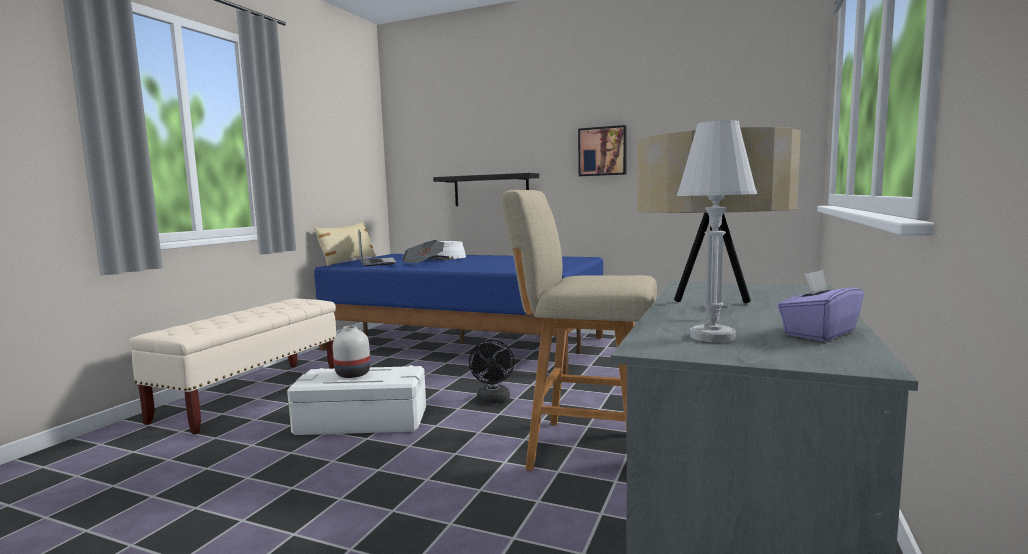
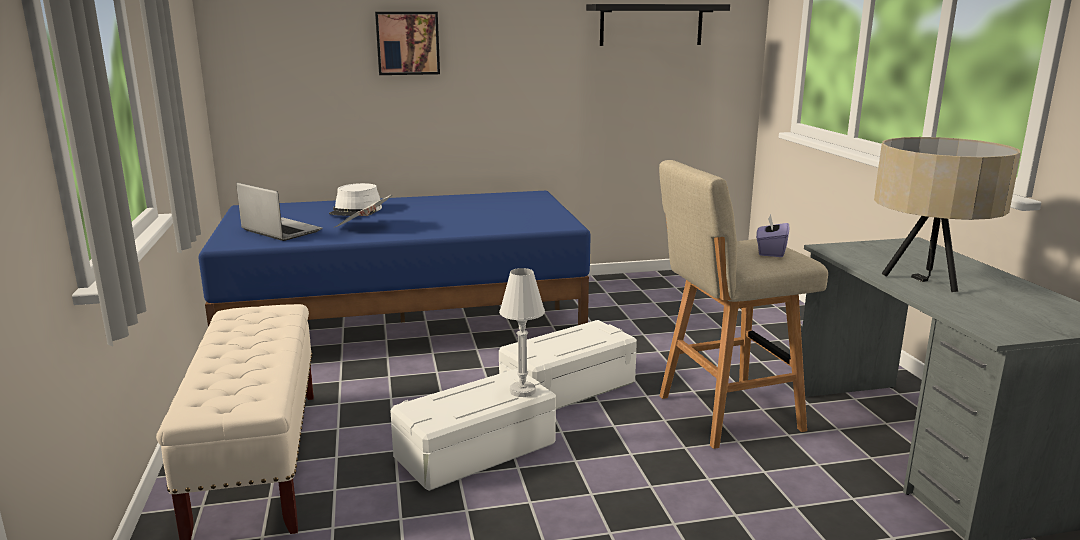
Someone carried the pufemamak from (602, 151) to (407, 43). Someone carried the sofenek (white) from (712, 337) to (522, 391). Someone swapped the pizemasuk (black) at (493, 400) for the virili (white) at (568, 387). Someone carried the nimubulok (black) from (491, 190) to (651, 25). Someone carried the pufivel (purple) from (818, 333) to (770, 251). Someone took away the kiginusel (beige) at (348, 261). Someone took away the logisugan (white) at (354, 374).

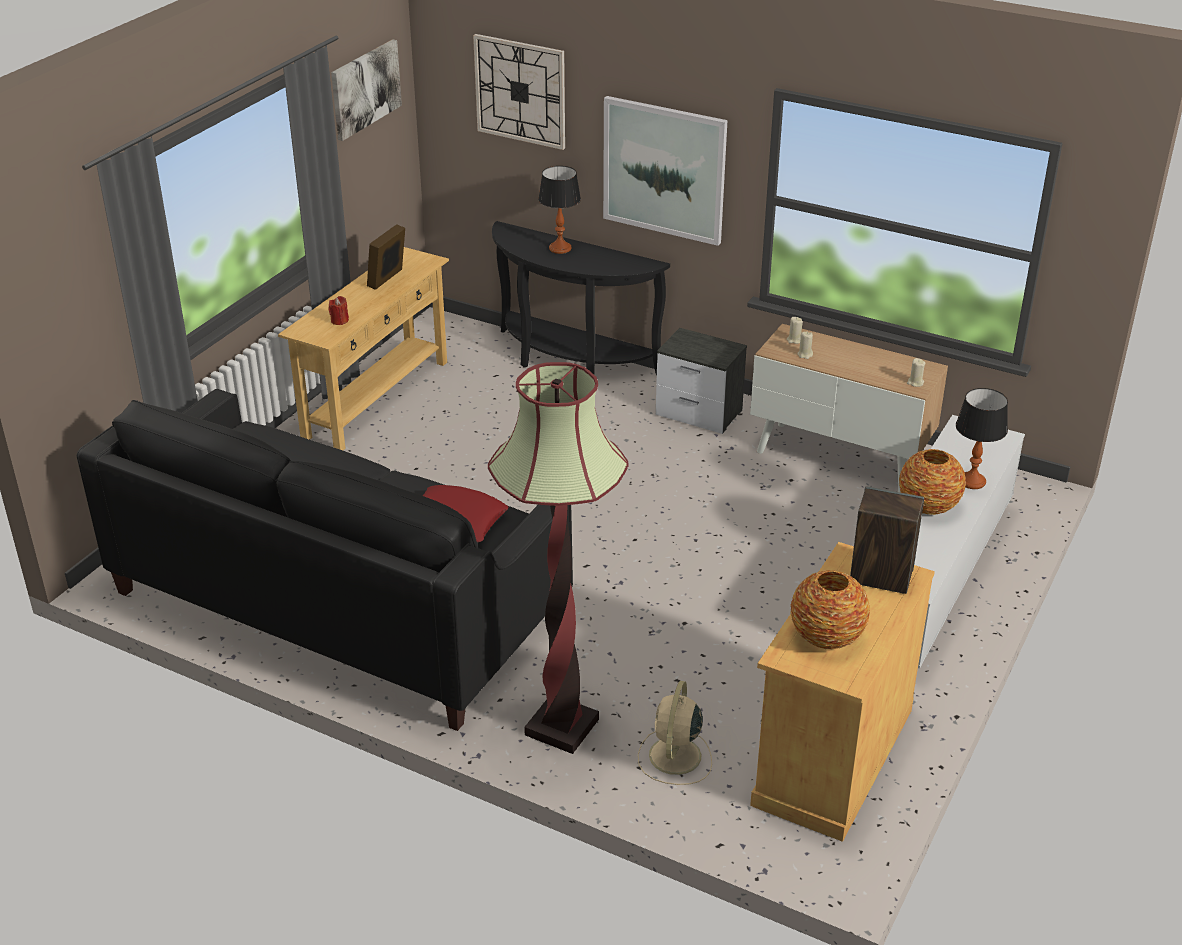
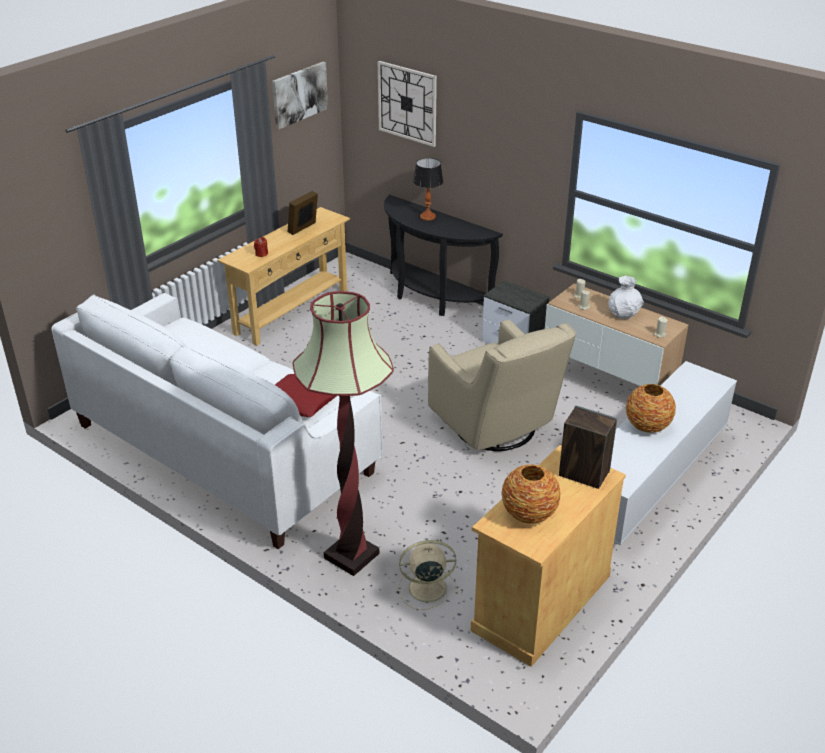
Someone repainted the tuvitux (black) at (340, 602), which became the tuvitux (white) at (225, 449). Someone rotated the pizemasuk (beige) at (674, 757) by 60 degrees clockwise. Someone put down the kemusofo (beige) at (496, 428). Someone put down the logisugan (white) at (623, 314). Someone took away the pufemamak at (664, 170). Someone took away the sofenek at (972, 481).

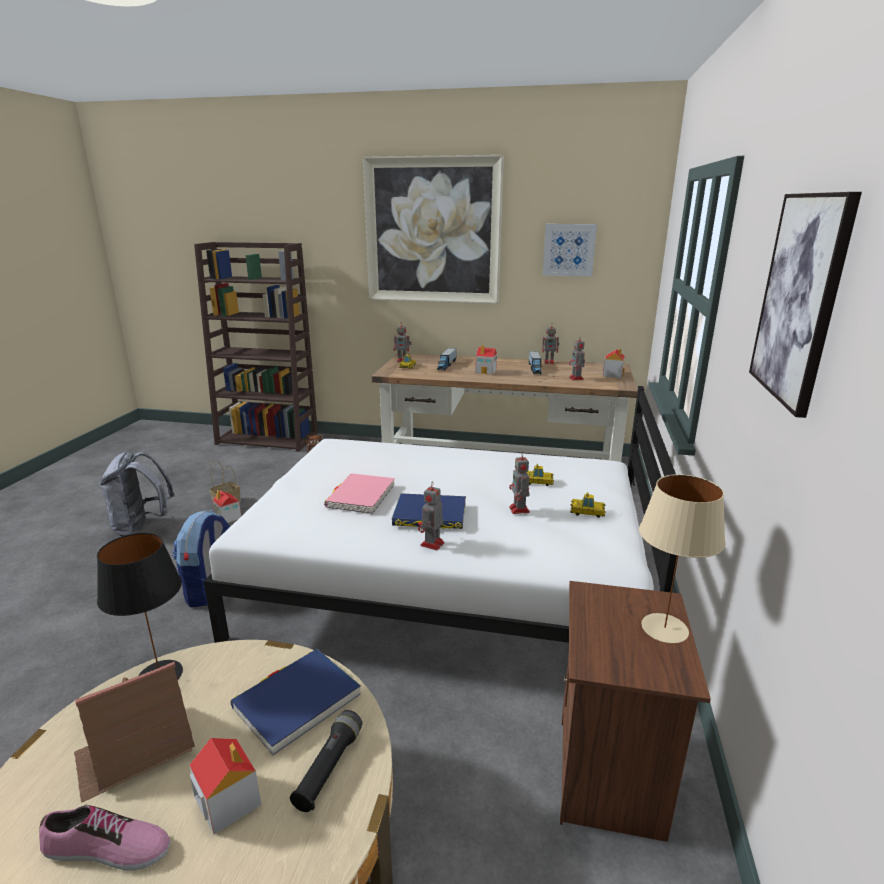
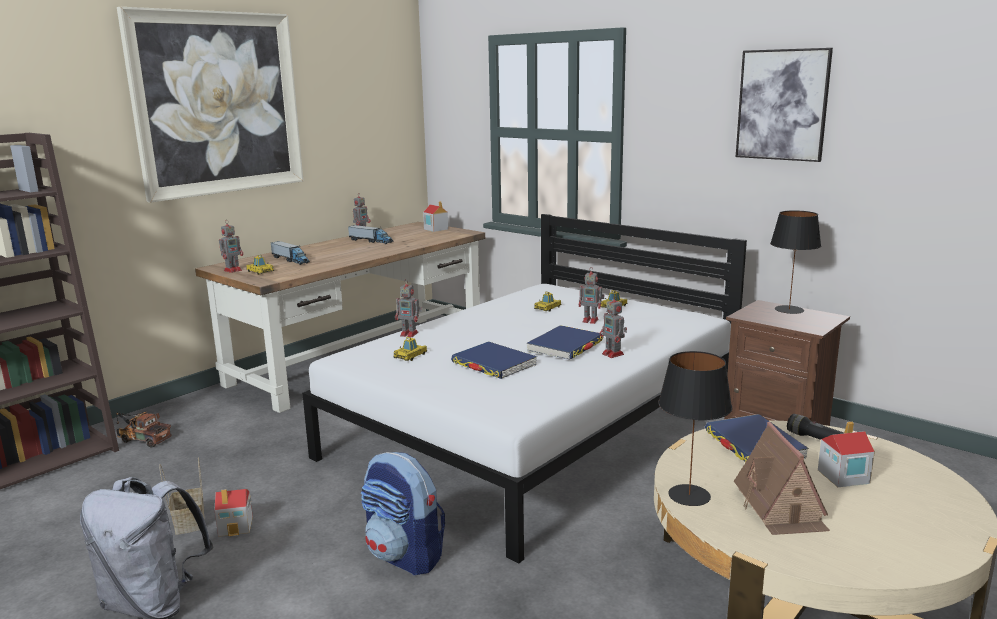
Someone put down the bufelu at (410, 356). Someone carried the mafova from (576, 378) to (410, 334). Someone repainted the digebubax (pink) at (361, 496), which became the digebubax (blue) at (493, 364). Someone repainted the sofenek (beige) at (664, 628), which became the sofenek (black) at (789, 310). Someone took away the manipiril at (107, 850). Someone took away the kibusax at (486, 371). Someone took away the pufemamak at (569, 250).

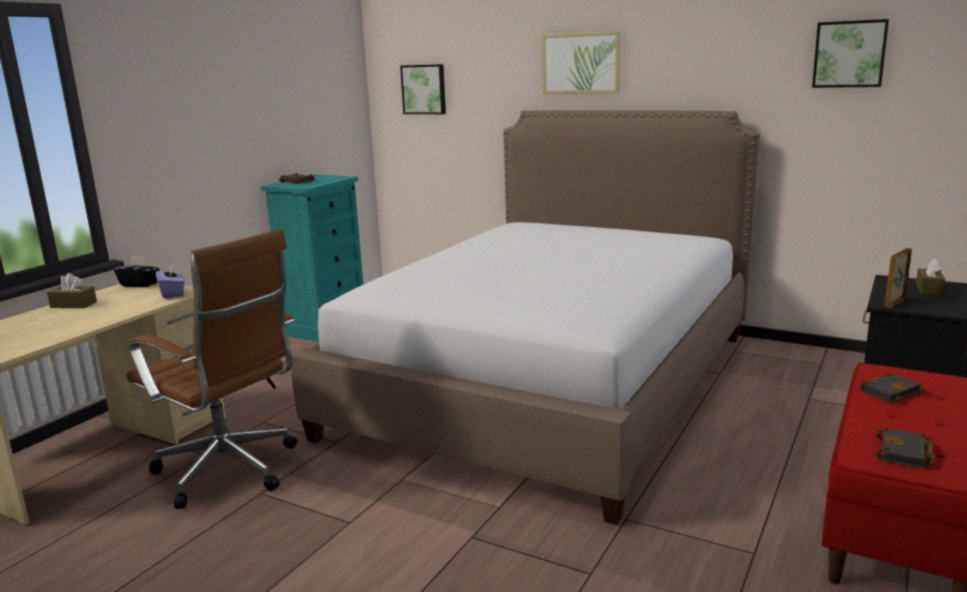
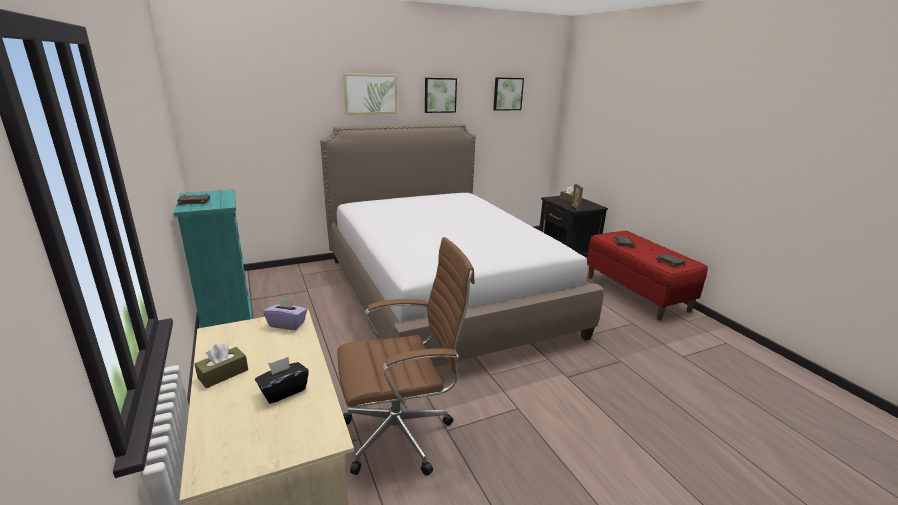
Someone carried the pufivel (black) from (139, 284) to (283, 391). Someone carried the pufemamak from (424, 89) to (440, 95).

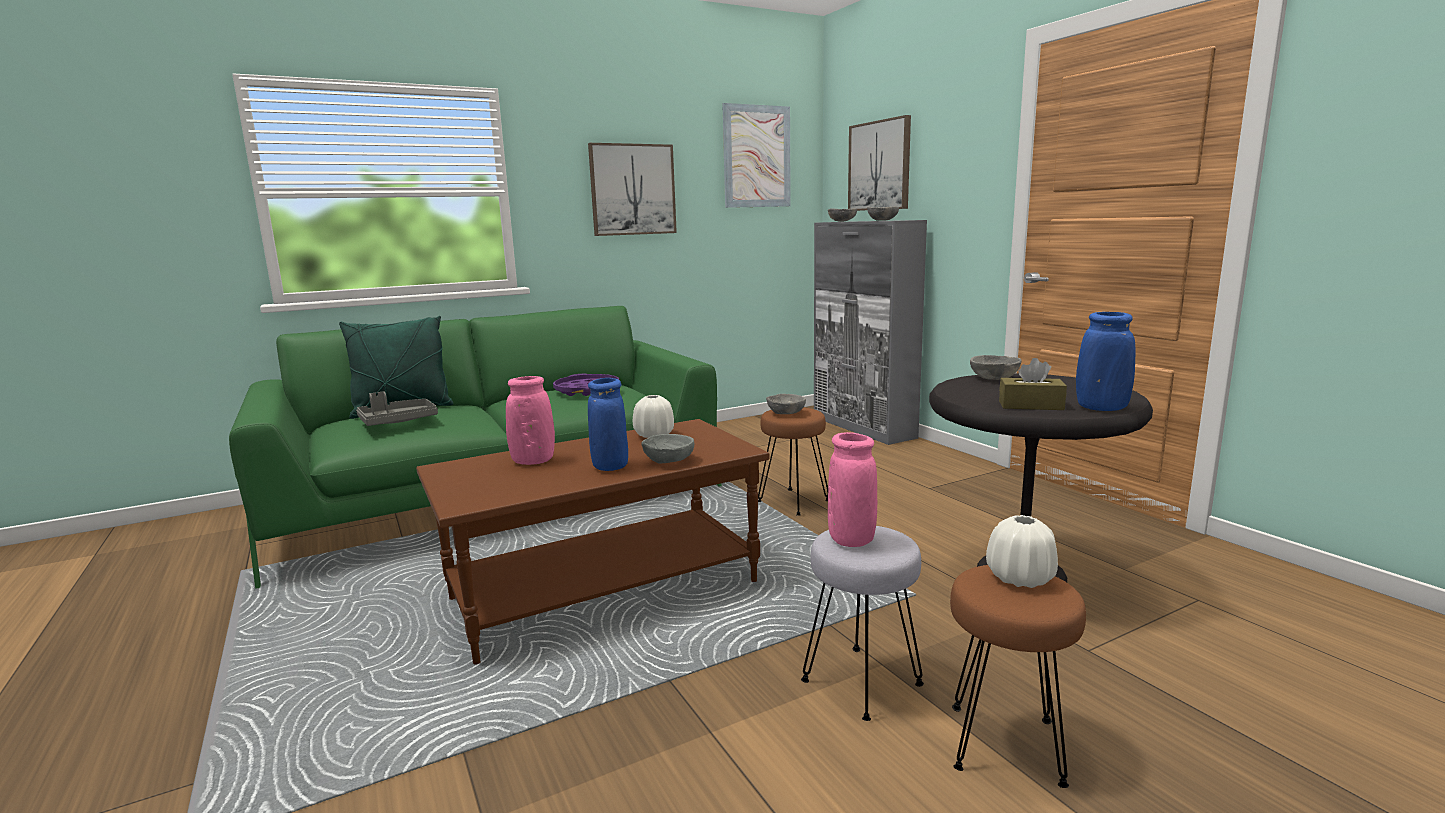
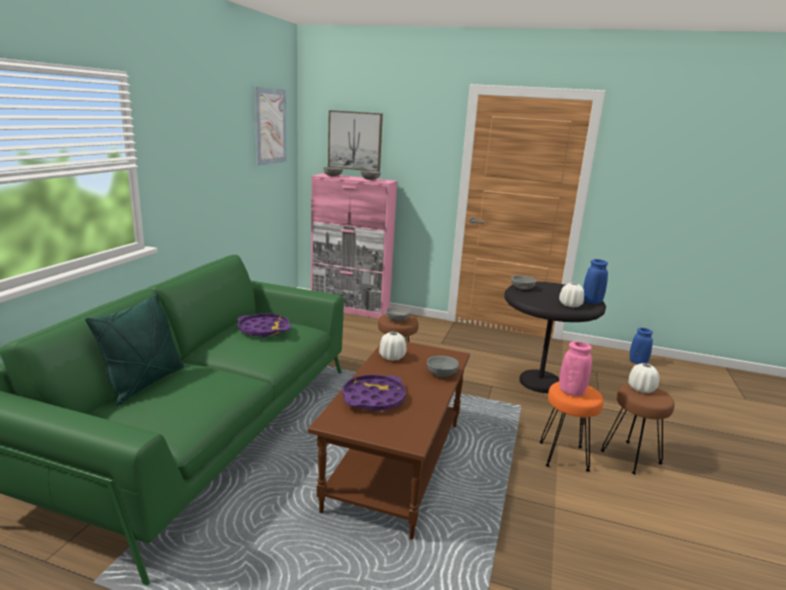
Someone repainted the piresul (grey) at (863, 427), which became the piresul (pink) at (350, 309). Someone swapped the logisugan (pink) at (533, 461) for the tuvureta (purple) at (373, 398). Someone repainted the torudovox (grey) at (863, 681), which became the torudovox (orange) at (564, 455). Someone swapped the pufivel (brown) at (1030, 405) for the logisugan (white) at (570, 305). Someone carried the logisugan (blue) from (610, 467) to (637, 362). Someone took away the tuvureta (grey) at (397, 421). Someone took away the pufemamak at (632, 190).

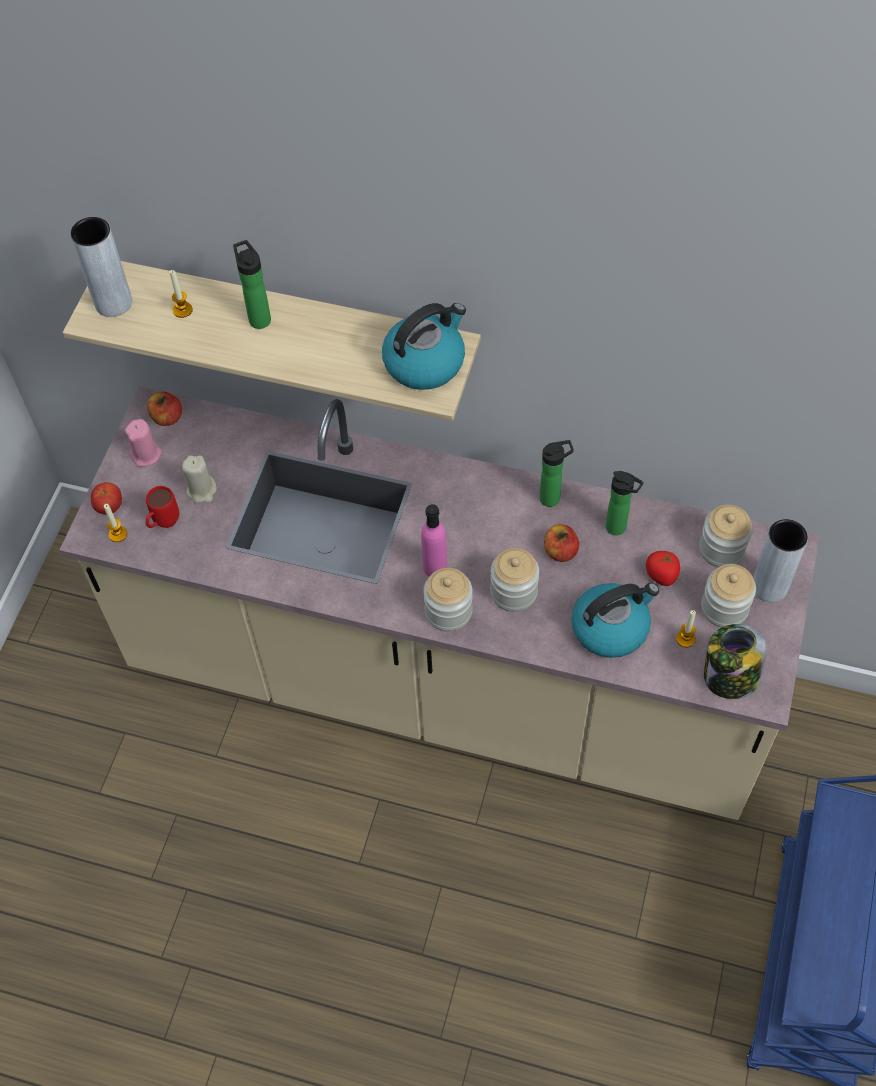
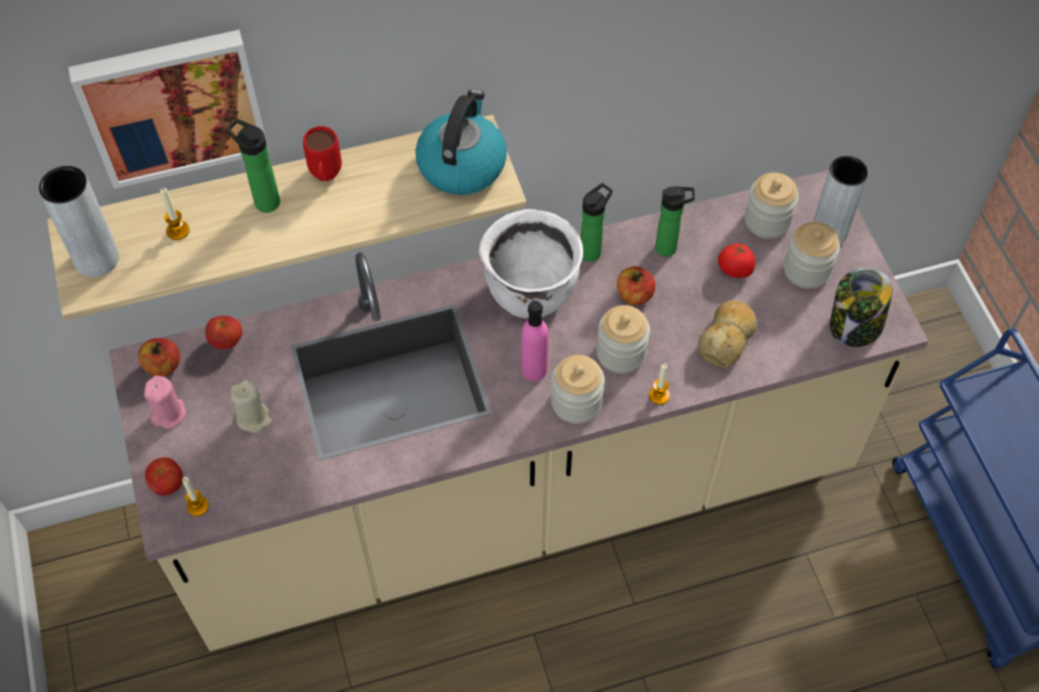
Someone put up the pufemamak at (172, 104). Someone put down the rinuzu at (226, 341). Someone carried the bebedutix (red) from (163, 524) to (325, 177). Someone put down the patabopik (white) at (530, 291). Someone carried the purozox from (685, 638) to (659, 395). Someone swapped the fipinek at (611, 627) for the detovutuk at (727, 338).

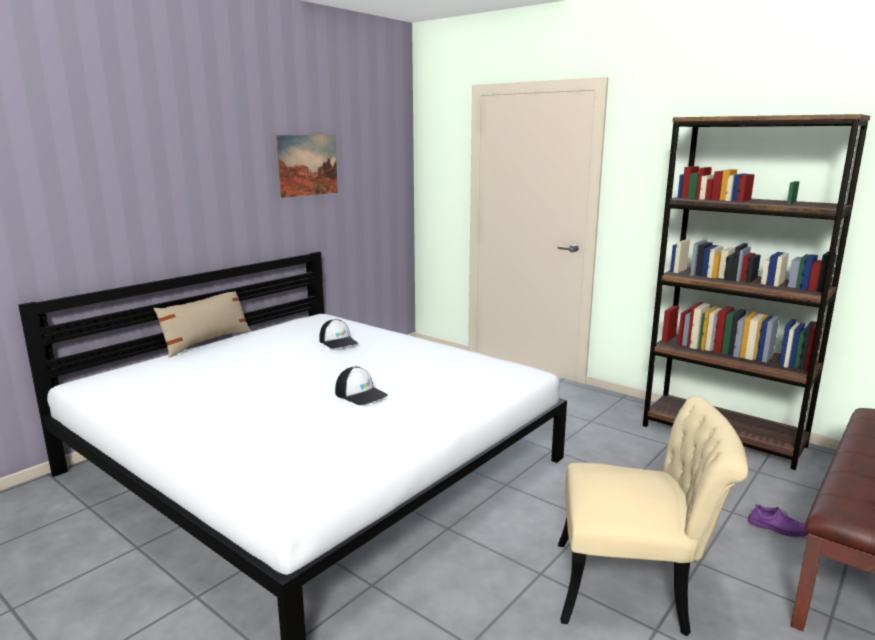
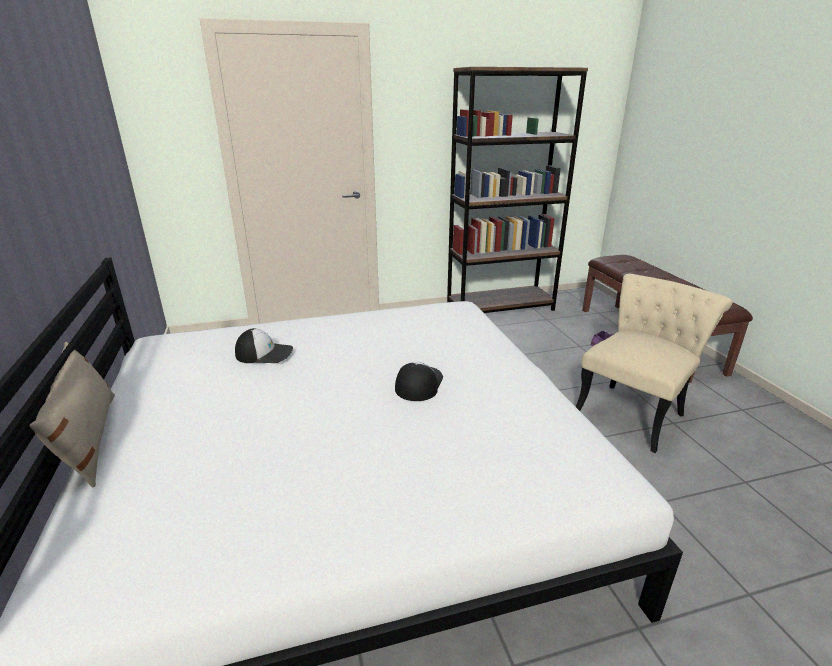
Someone rotated the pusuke at (361, 394) by 60 degrees counterclockwise. Someone took away the pufemamak at (307, 165).

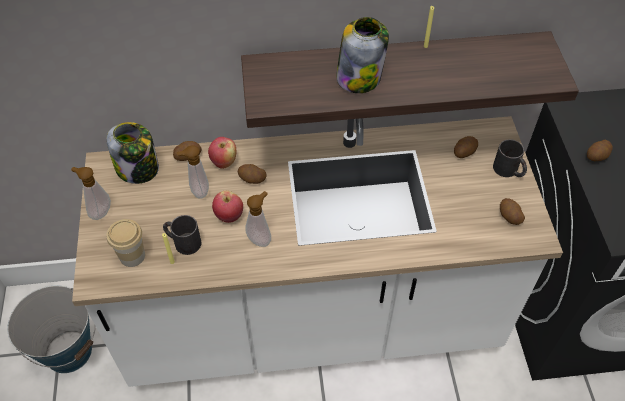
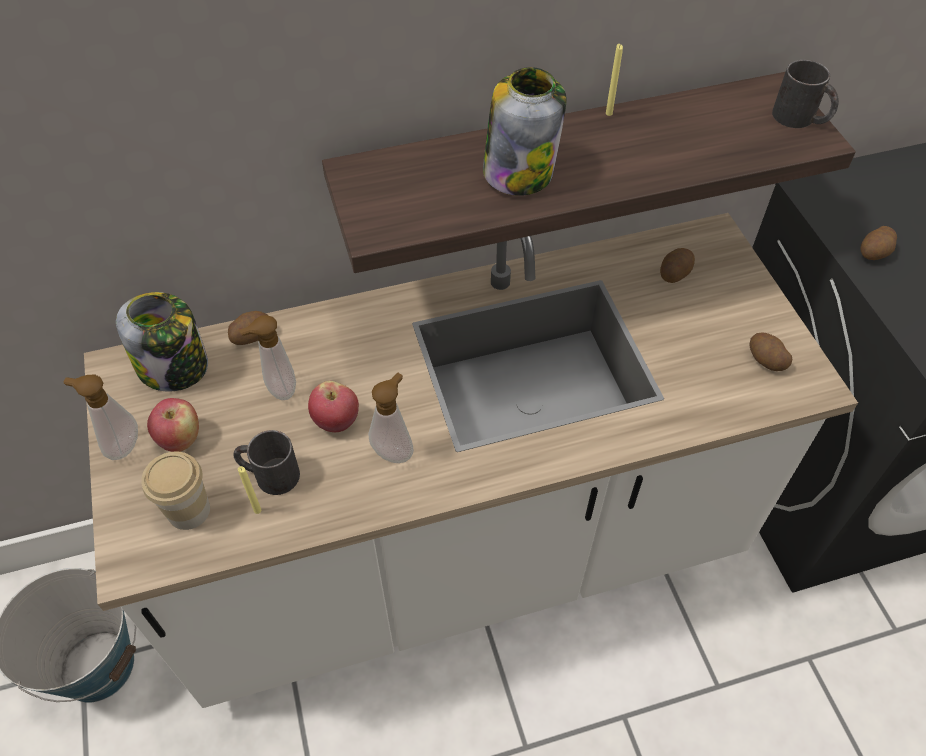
Someone carried the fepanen from (224, 162) to (180, 439). Someone carried the bebedutix (black) from (509, 171) to (801, 119). Someone took away the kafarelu at (252, 179).

